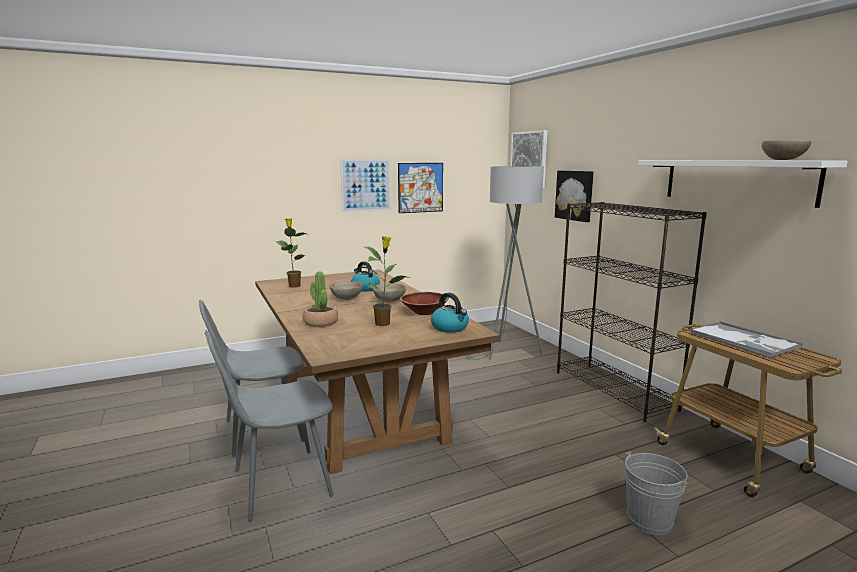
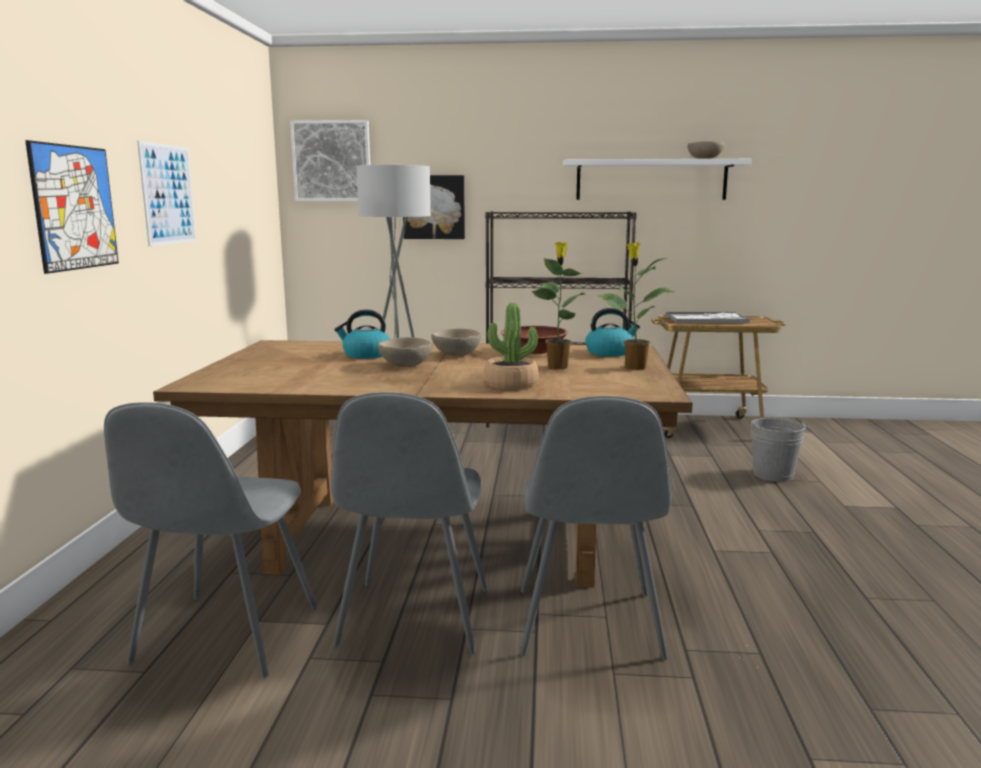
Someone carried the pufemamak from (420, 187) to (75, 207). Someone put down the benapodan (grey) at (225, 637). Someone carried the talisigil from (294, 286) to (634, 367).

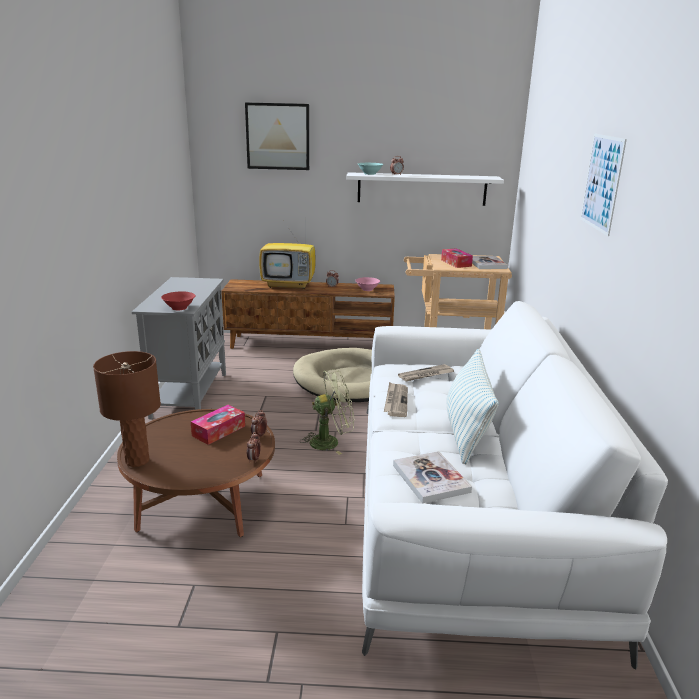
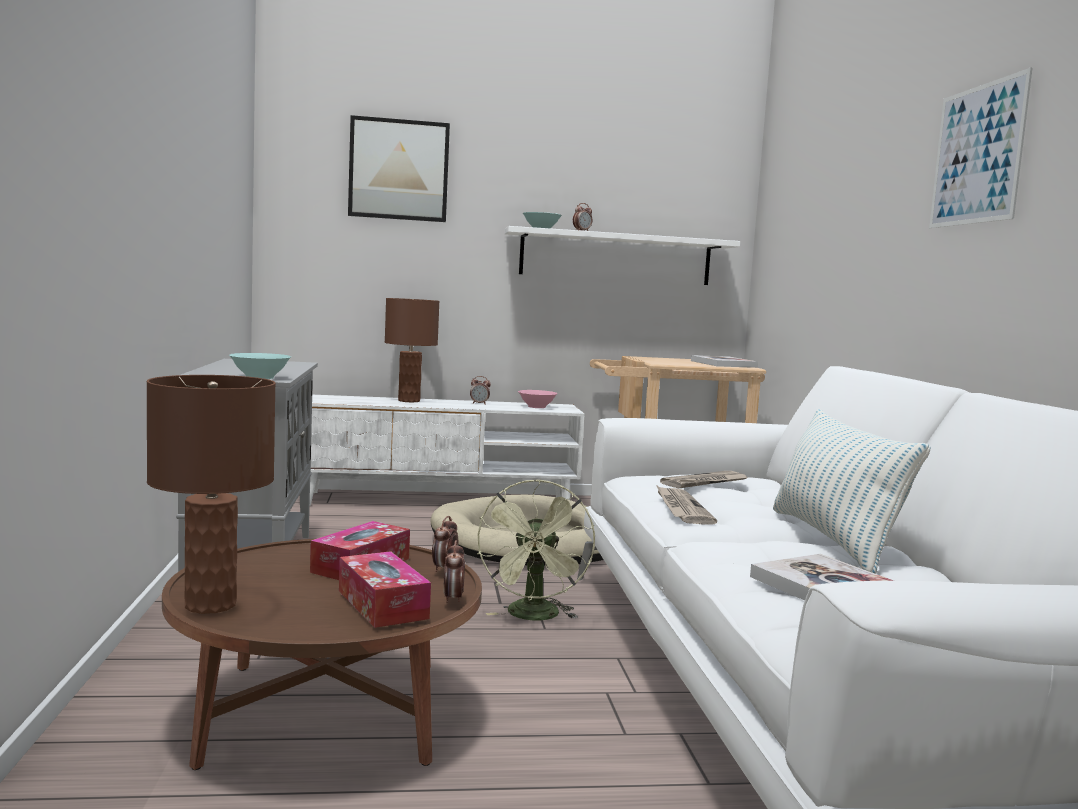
Someone repainted the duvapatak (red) at (179, 308), which became the duvapatak (turquoise) at (260, 377). Someone repainted the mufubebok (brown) at (310, 344), which became the mufubebok (white) at (440, 501). Someone carried the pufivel from (456, 263) to (382, 604). Someone swapped the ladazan at (289, 285) for the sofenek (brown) at (409, 401). Someone rotated the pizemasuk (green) at (330, 441) by 120 degrees clockwise.

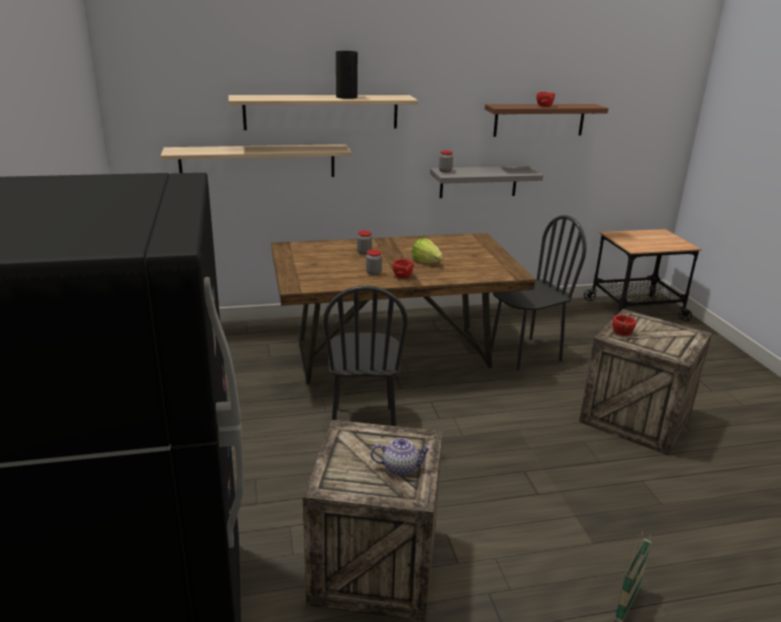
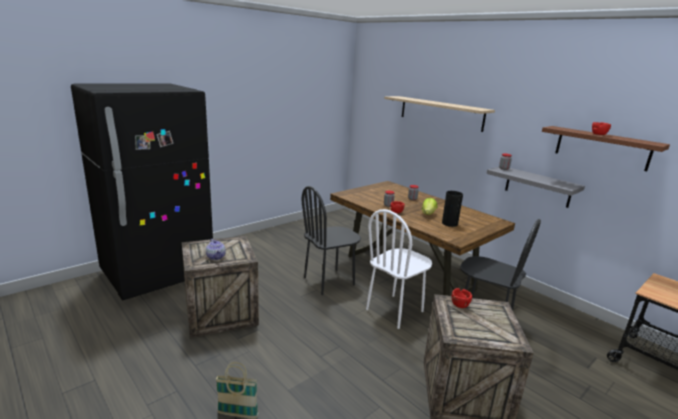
Someone put down the benapodan (white) at (395, 310). Someone carried the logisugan from (346, 97) to (449, 223). Someone took away the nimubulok at (258, 162).

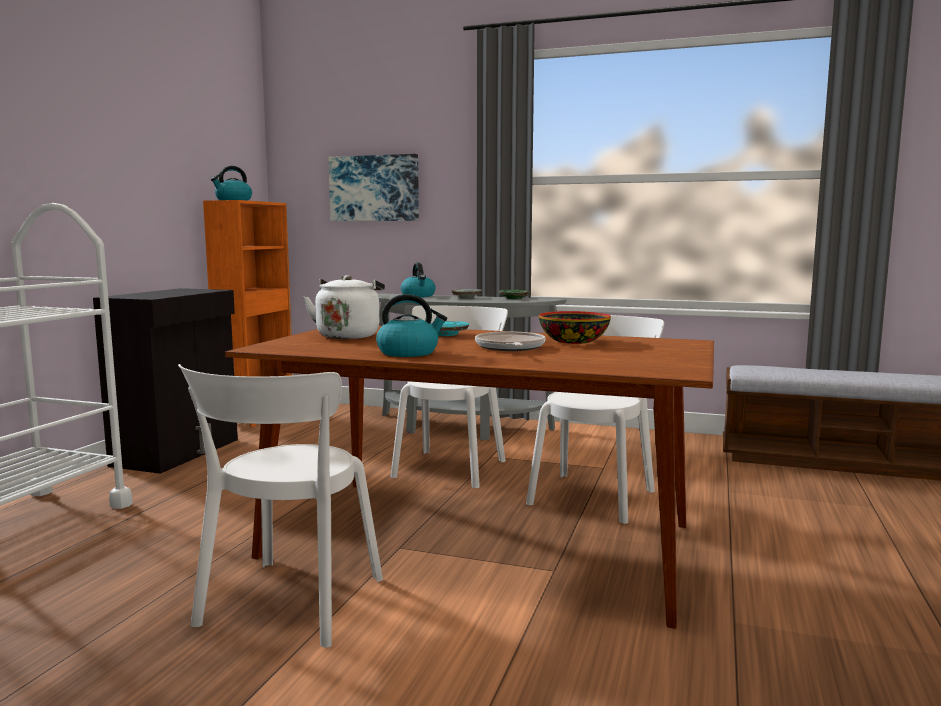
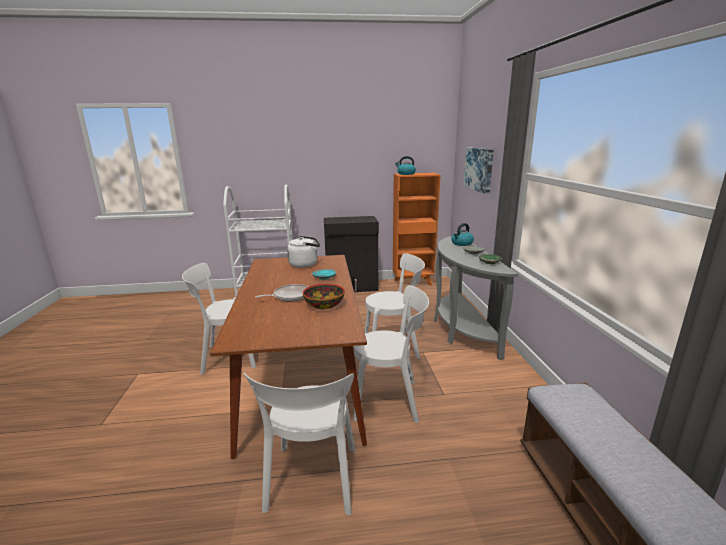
Someone put down the benapodan (white) at (312, 483). Someone took away the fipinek at (409, 352).

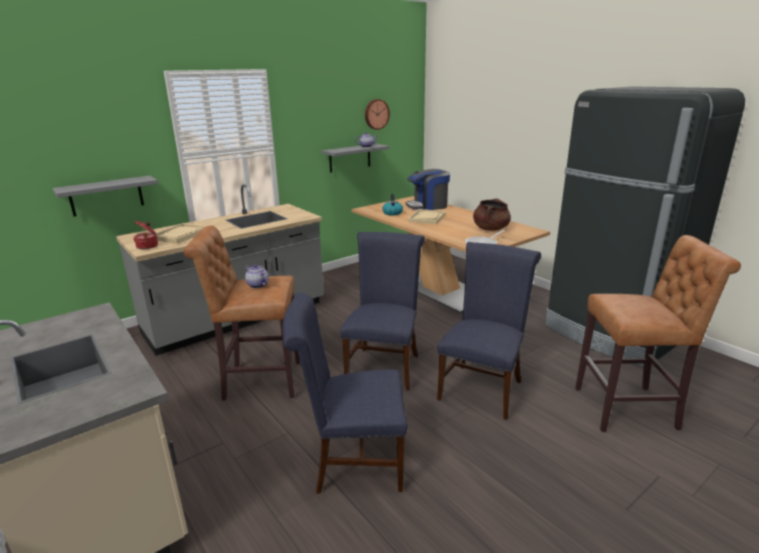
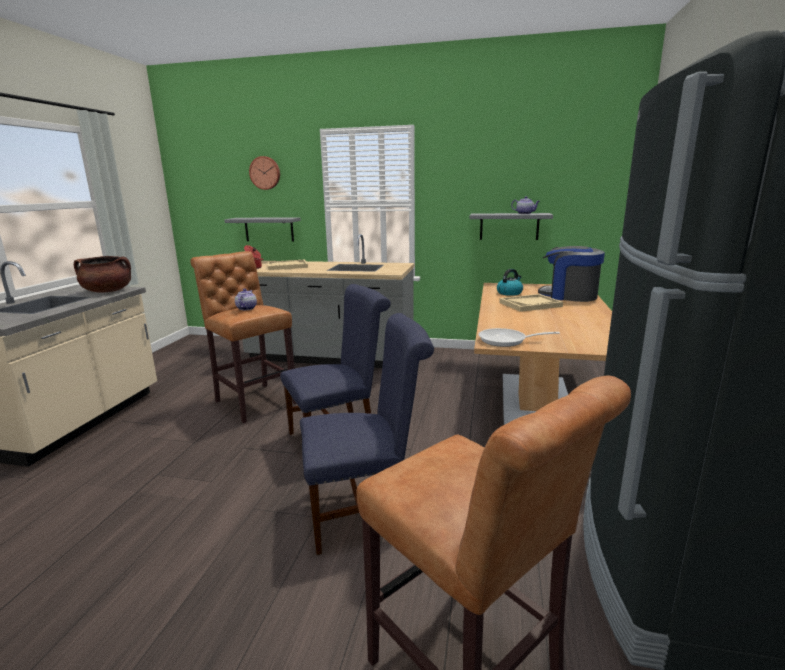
Someone carried the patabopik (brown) from (490, 229) to (107, 291). Someone carried the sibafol from (376, 114) to (265, 173). Someone took away the benapodan (blue) at (351, 461).

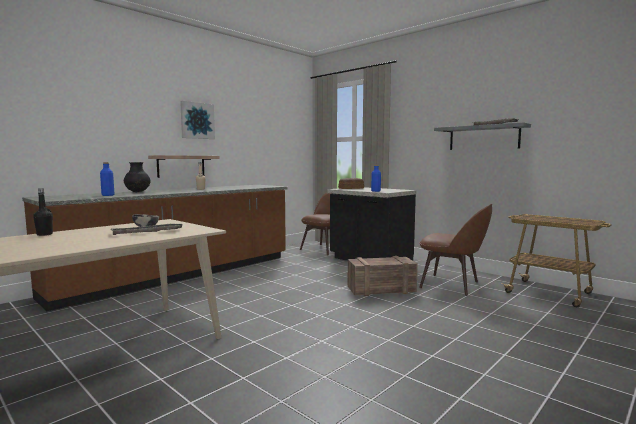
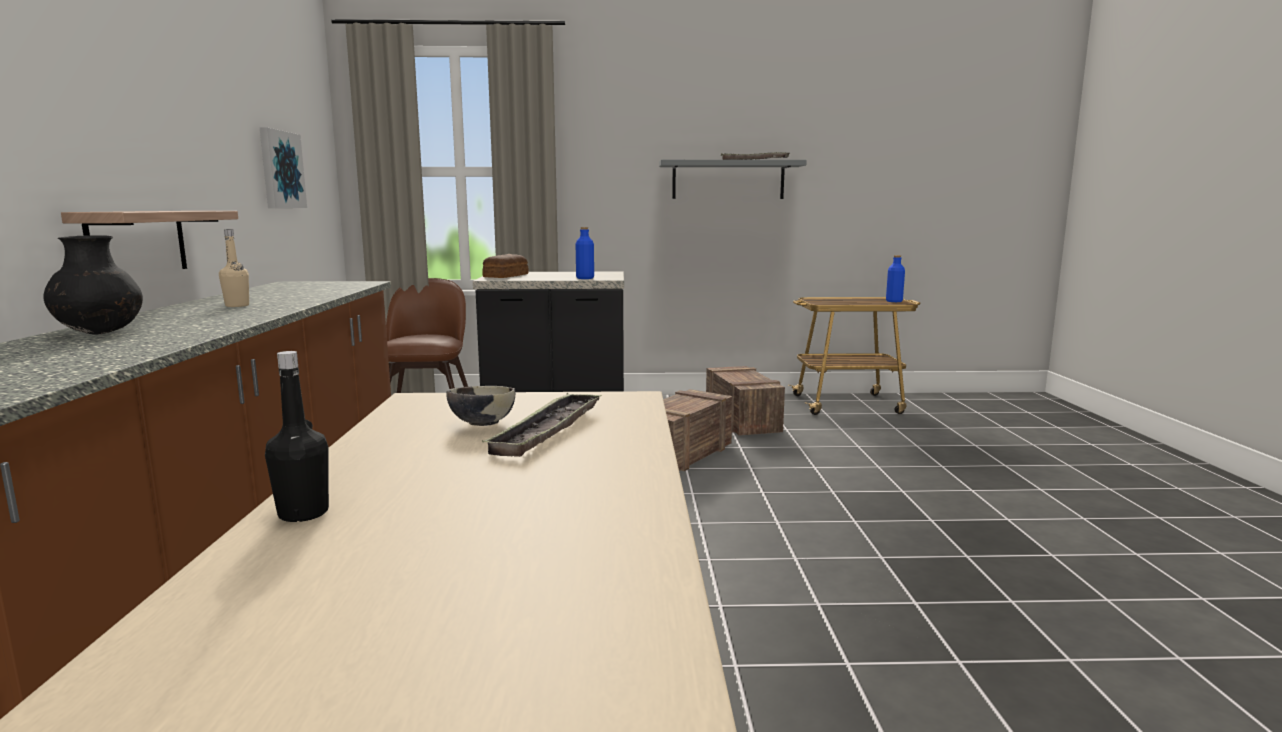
Someone carried the pufemamak from (197, 120) to (281, 170). Someone swapped the benapodan (brown) at (452, 285) for the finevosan at (743, 421). Someone carried the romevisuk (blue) from (108, 195) to (894, 301).

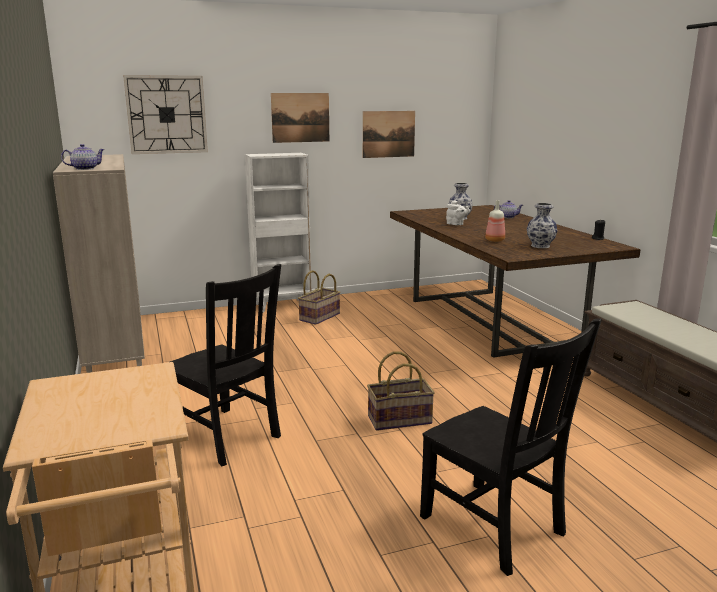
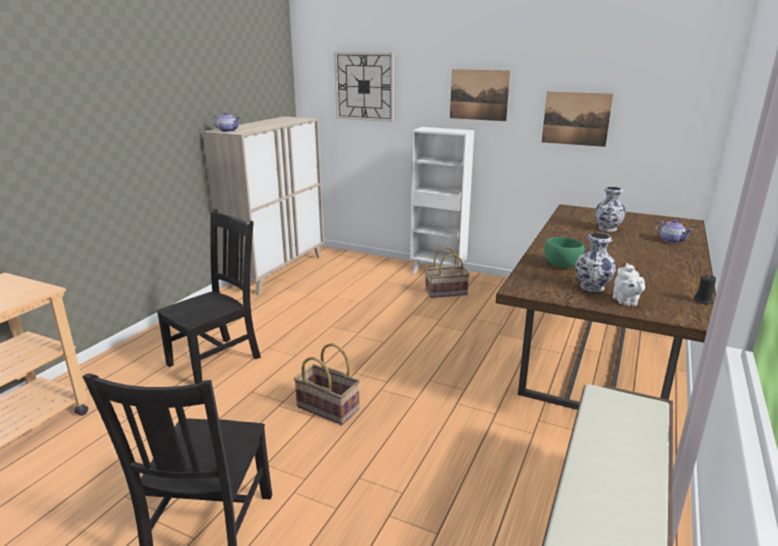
Someone rotated the benapodan (black) at (226, 437) by 135 degrees counterclockwise. Someone swapped the romevisuk at (495, 240) for the duvapatak (green) at (561, 265). Someone carried the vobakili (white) from (456, 224) to (626, 302).

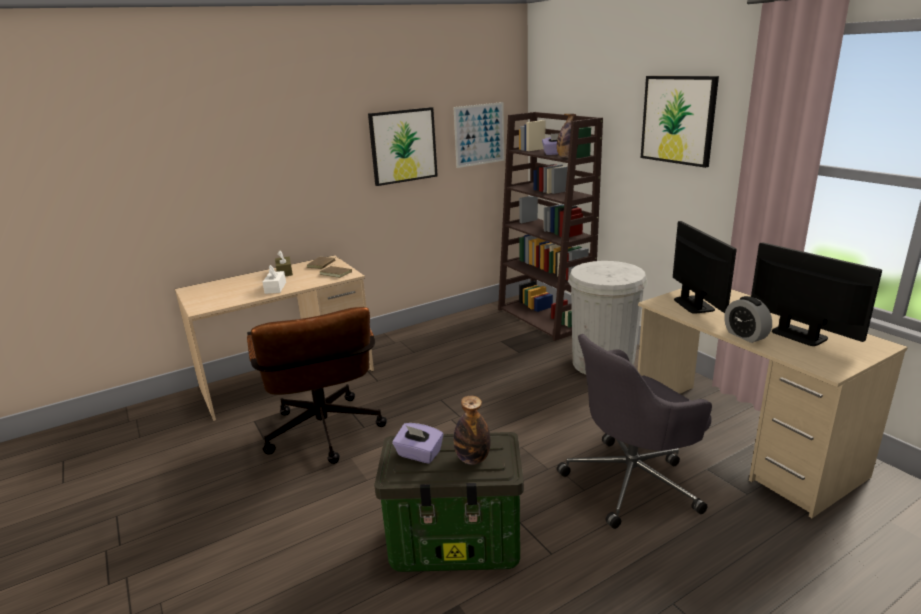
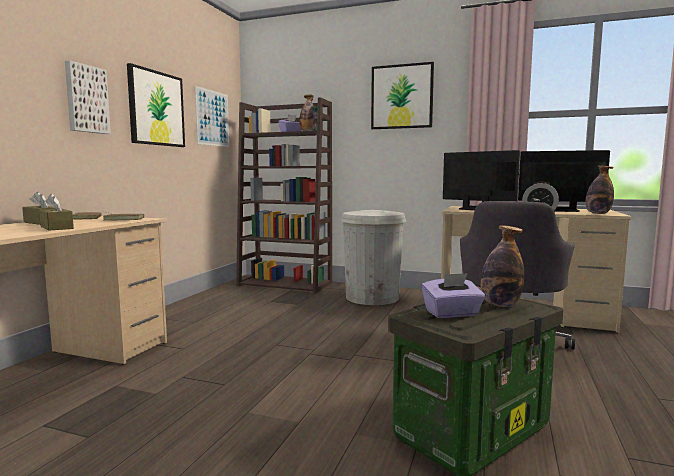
Someone repainted the pufivel (white) at (275, 288), which became the pufivel (brown) at (56, 227). Someone put up the pufemamak at (86, 99). Someone put down the romevisuk at (597, 213). Someone took away the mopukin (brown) at (325, 436).

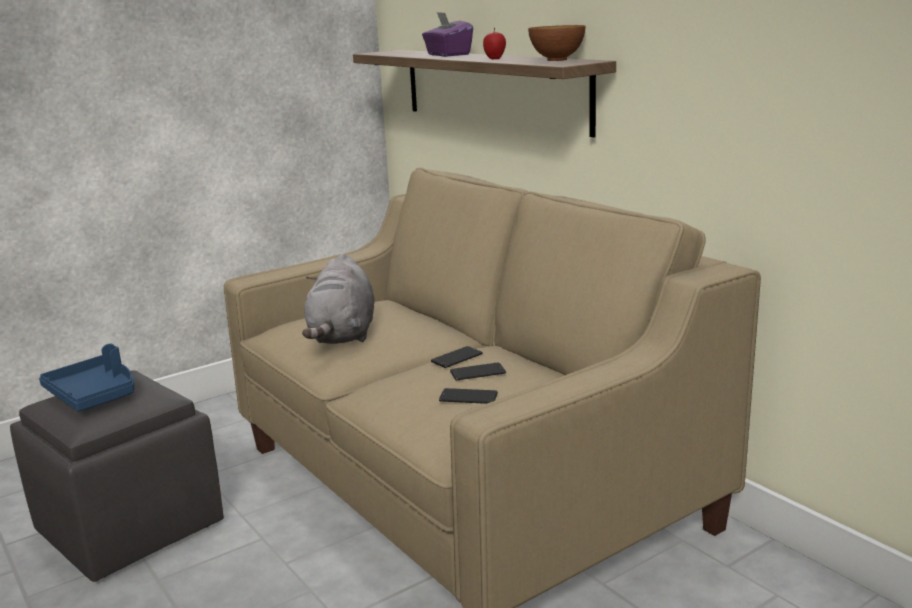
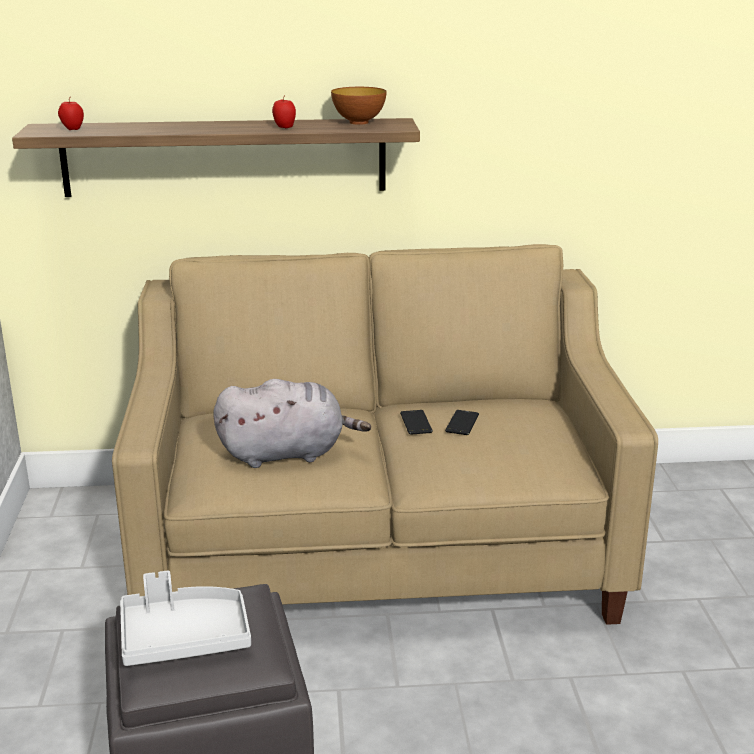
Someone put down the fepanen at (72, 129). Someone repainted the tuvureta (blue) at (94, 395), which became the tuvureta (grey) at (184, 637). Someone rotated the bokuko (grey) at (343, 335) by 45 degrees counterclockwise. Someone took away the pufivel (purple) at (447, 55). Someone took away the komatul at (468, 397).

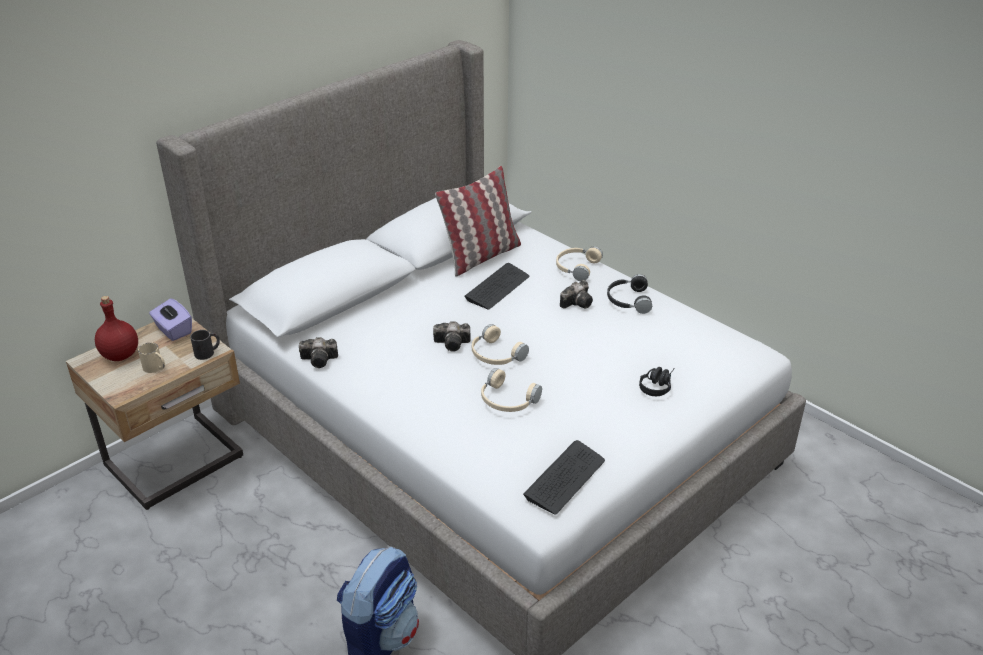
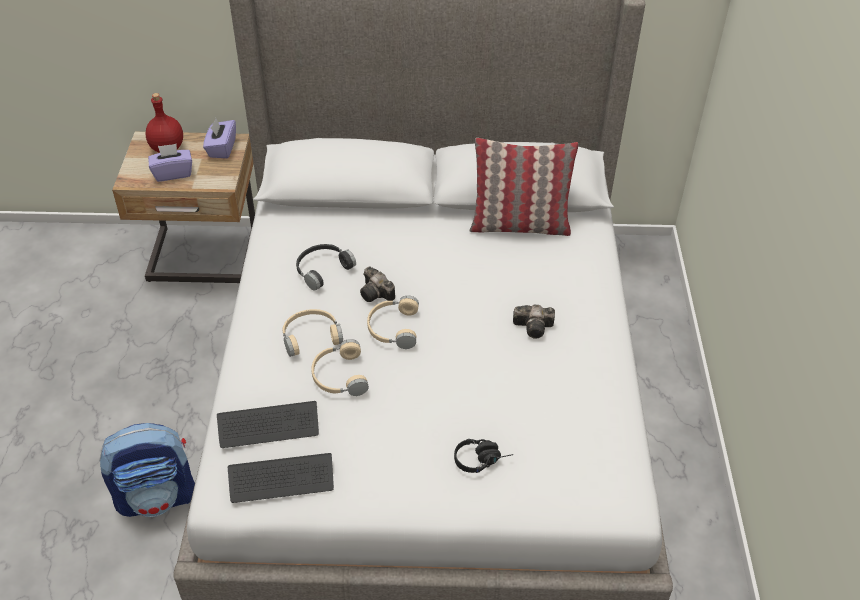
Someone swapped the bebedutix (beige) at (156, 368) for the pufivel (purple) at (173, 173). Someone carried the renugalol from (497, 288) to (268, 426). Someone carried the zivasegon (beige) from (576, 267) to (311, 336). Someone carried the zivasegon (black) from (627, 300) to (322, 269). Someone took away the bebedutix (black) at (208, 352). Someone took away the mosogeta at (321, 360).

